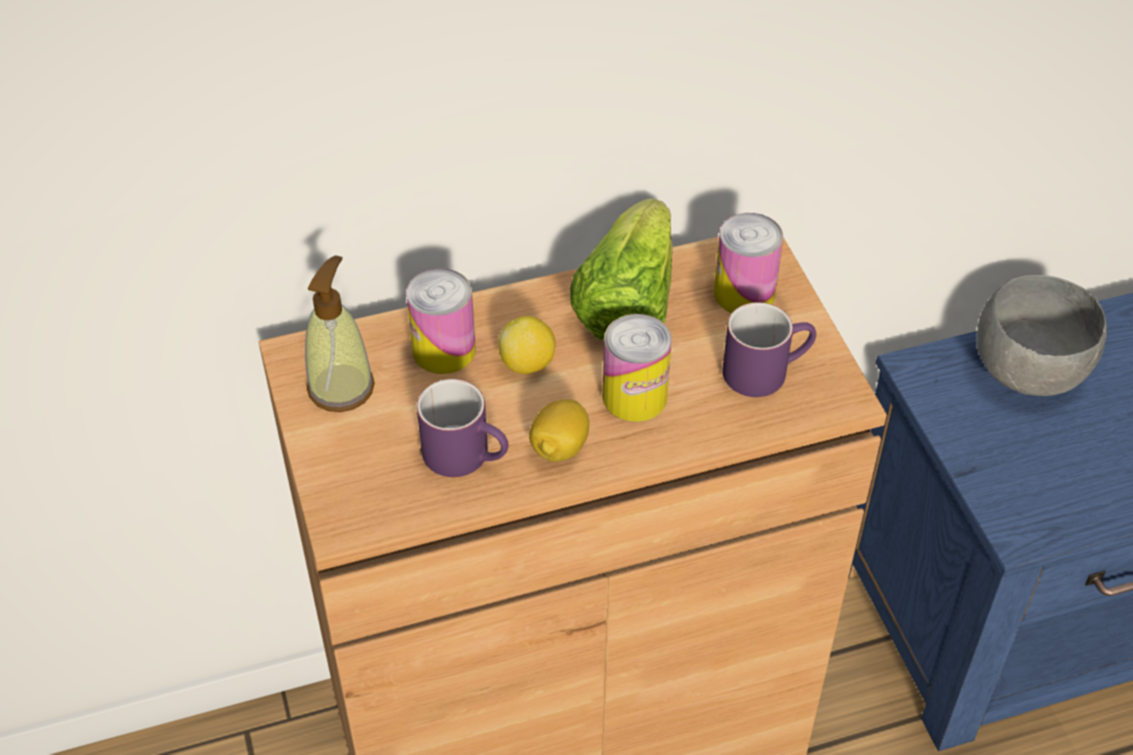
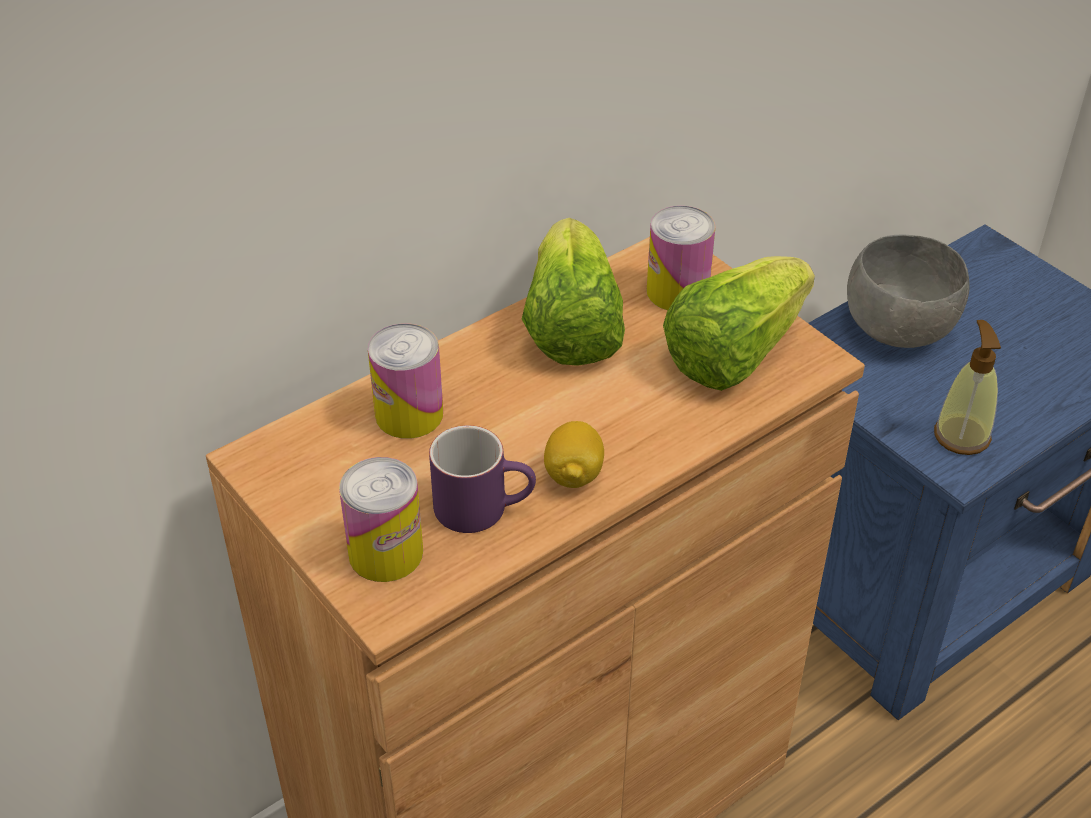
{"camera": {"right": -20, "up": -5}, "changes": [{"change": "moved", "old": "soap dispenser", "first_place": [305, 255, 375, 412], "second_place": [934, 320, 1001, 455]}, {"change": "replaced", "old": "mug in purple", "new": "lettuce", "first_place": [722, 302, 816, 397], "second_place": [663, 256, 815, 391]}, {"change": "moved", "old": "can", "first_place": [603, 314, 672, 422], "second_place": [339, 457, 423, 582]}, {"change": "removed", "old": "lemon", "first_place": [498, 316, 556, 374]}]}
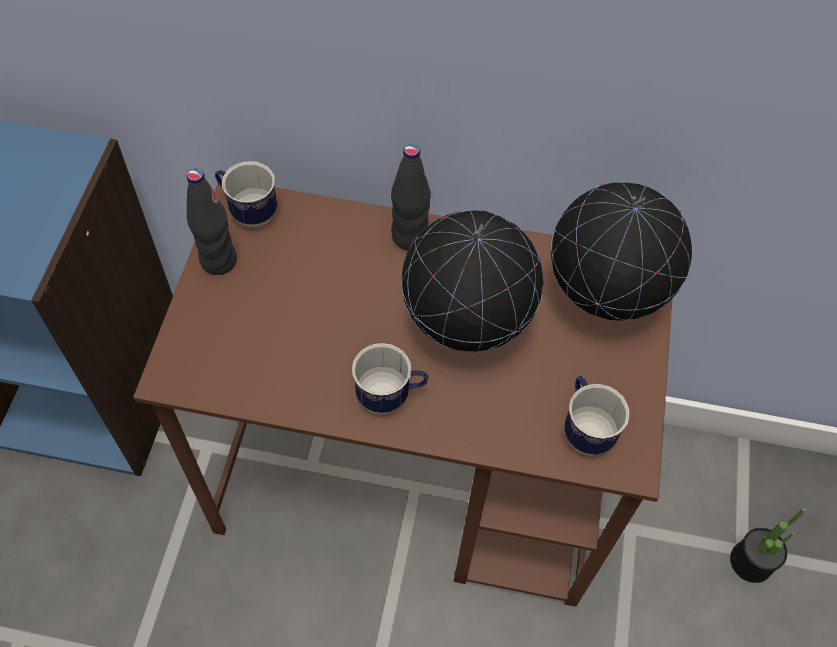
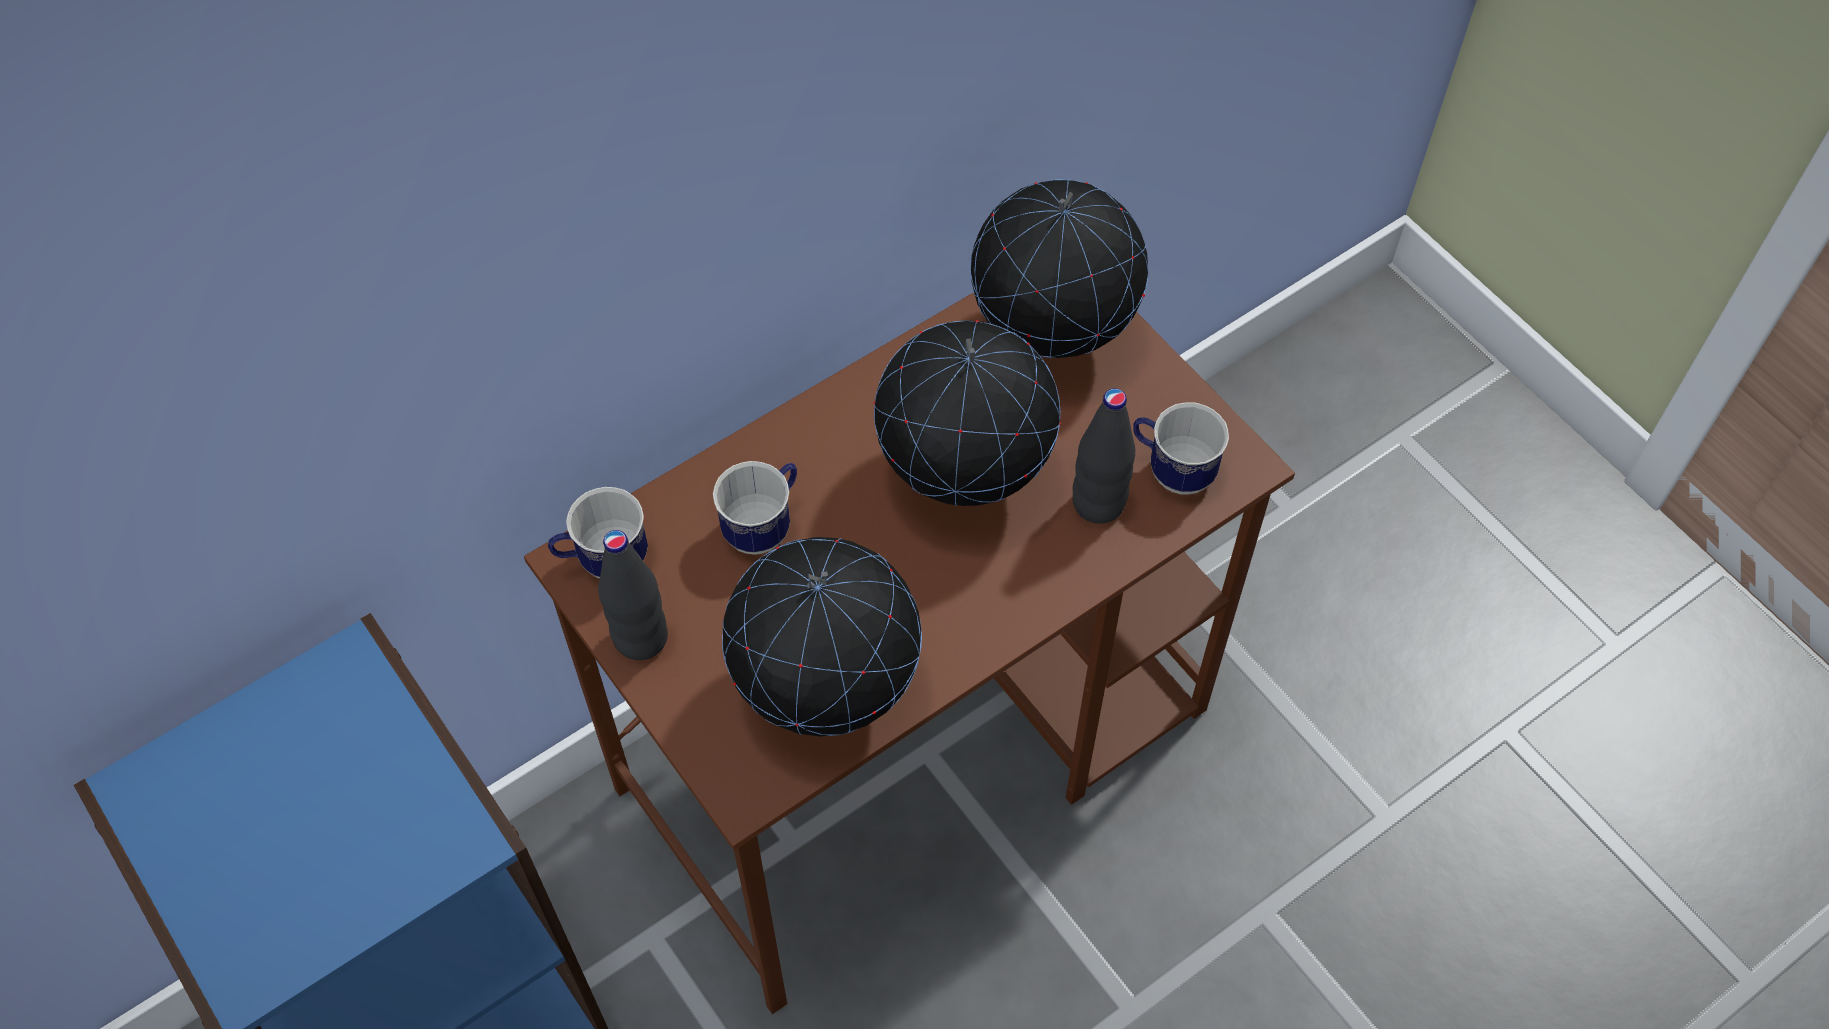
{"camera": {"right": -45, "up": 0}, "changes": [{"change": "moved", "old": "bottle in black", "first_place": [391, 144, 431, 250], "second_place": [1073, 388, 1135, 524]}, {"change": "moved", "old": "mug", "first_place": [352, 343, 429, 414], "second_place": [713, 461, 797, 555]}, {"change": "removed", "old": "potted plant", "first_place": [730, 508, 806, 583]}, {"change": "added", "new": "globe", "second_place": [722, 537, 922, 737]}]}
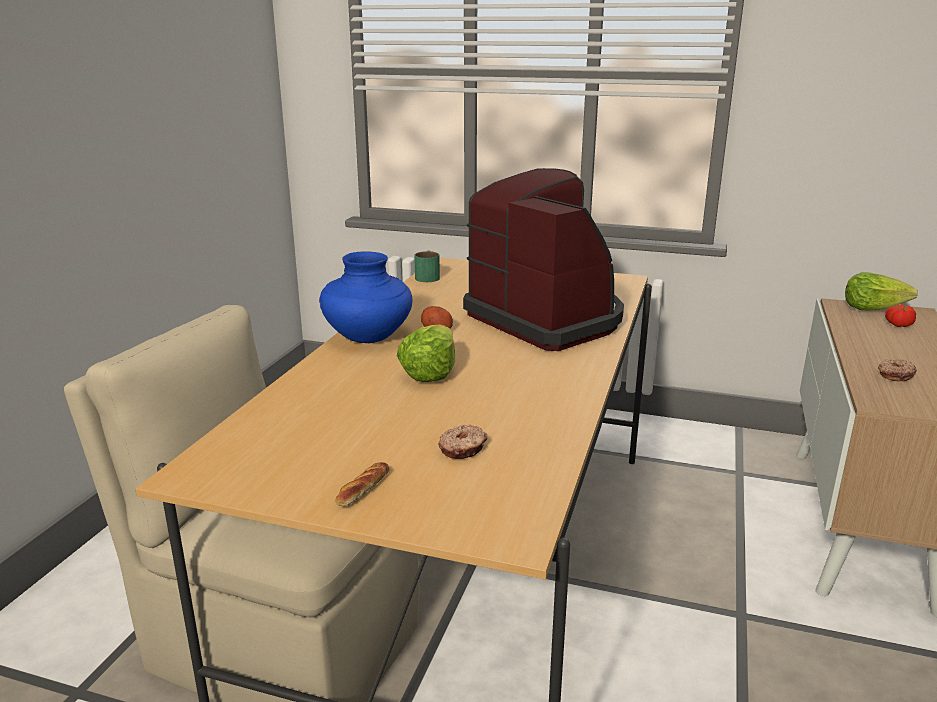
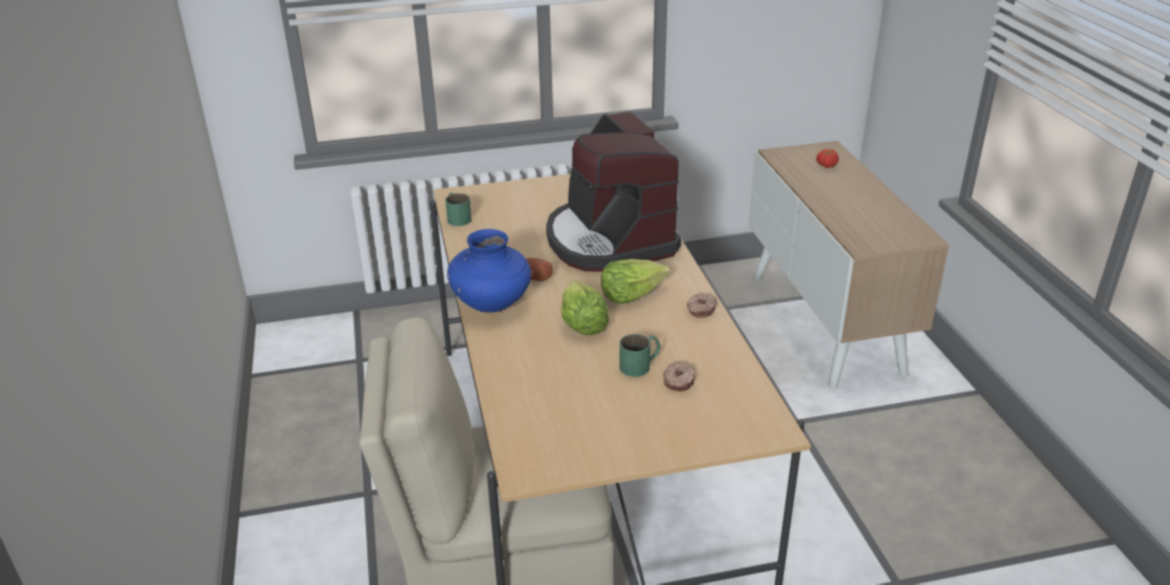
{"camera": {"right": -30, "up": 10}, "changes": [{"change": "turned", "old": "coffee machine", "first_place": [463, 168, 624, 351], "second_place": [546, 112, 681, 272], "degrees": -135}, {"change": "moved", "old": "lettuce", "first_place": [845, 272, 918, 310], "second_place": [601, 259, 670, 304]}, {"change": "moved", "old": "donut", "first_place": [878, 359, 917, 382], "second_place": [687, 293, 717, 318]}, {"change": "removed", "old": "bread", "first_place": [335, 462, 389, 506]}, {"change": "added", "new": "mug in green", "second_place": [620, 334, 660, 377]}]}
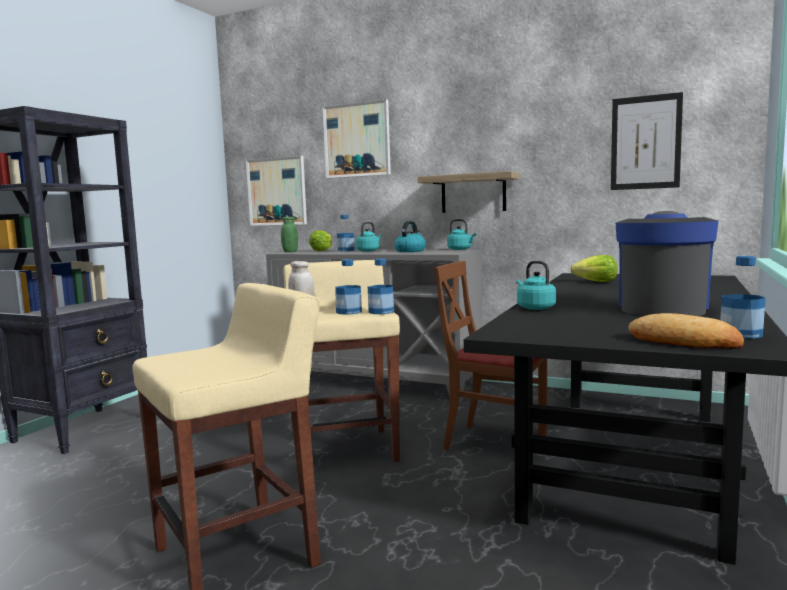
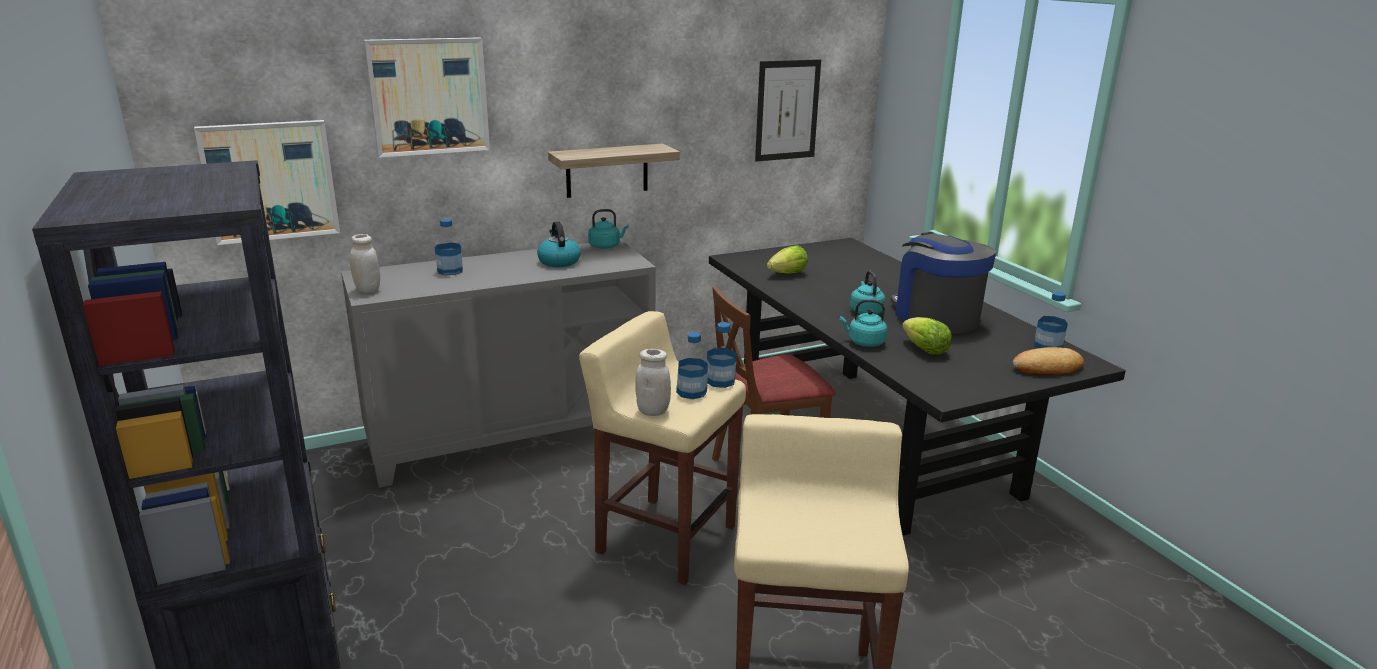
{"camera": {"right": -50, "up": 15}, "changes": [{"change": "recoloured", "old": "jar in green", "new": "jar in white", "first_place": [281, 217, 298, 252], "second_place": [350, 234, 380, 293]}, {"change": "moved", "old": "kettle in turquoise", "first_place": [356, 222, 382, 252], "second_place": [850, 271, 885, 314]}, {"change": "moved", "old": "lettuce", "first_place": [309, 230, 332, 251], "second_place": [902, 317, 952, 355]}]}
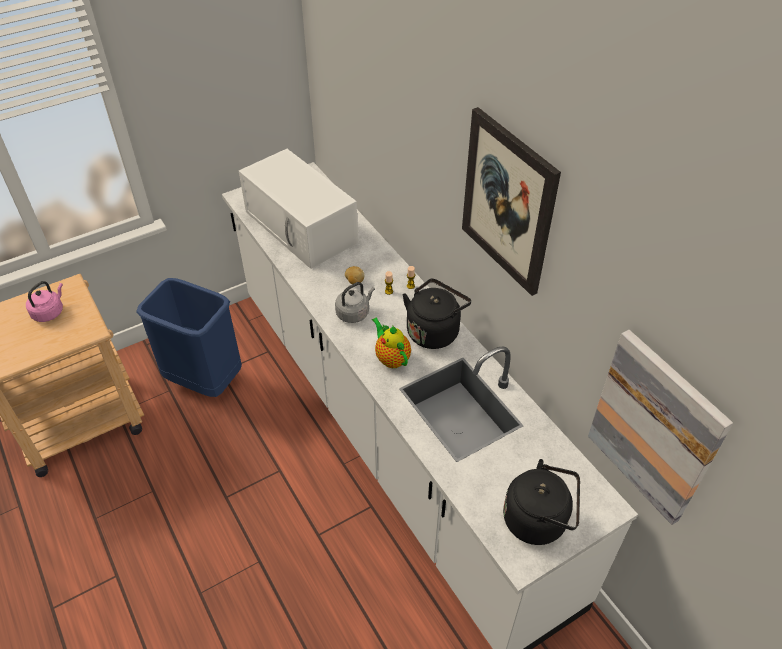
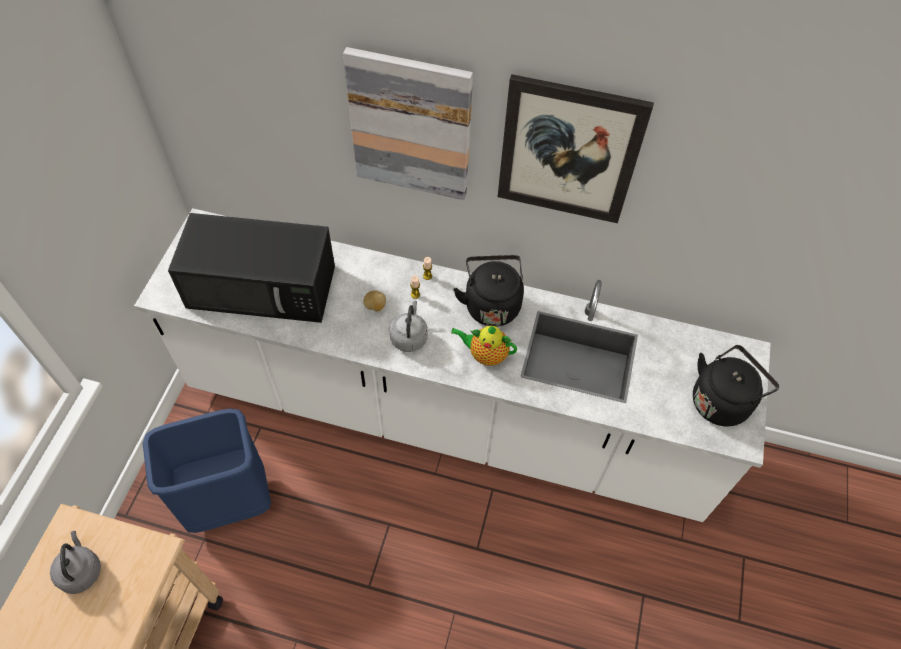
{"camera": {"right": -45, "up": 10}, "changes": [{"change": "recoloured", "old": "microwave in white", "new": "microwave in black", "first_place": [239, 149, 358, 269], "second_place": [168, 213, 335, 323]}, {"change": "recoloured", "old": "kettle in pink", "new": "kettle in grey", "first_place": [26, 281, 63, 322], "second_place": [50, 531, 101, 594]}, {"change": "moved", "old": "picture", "first_place": [588, 330, 733, 525], "second_place": [343, 47, 473, 200]}]}
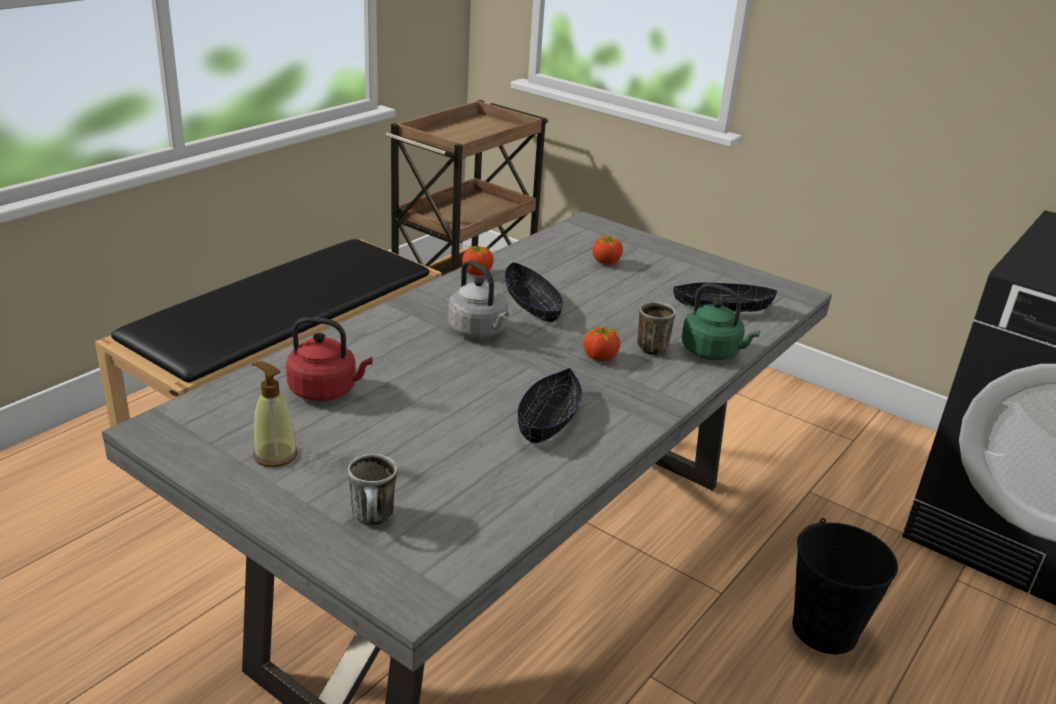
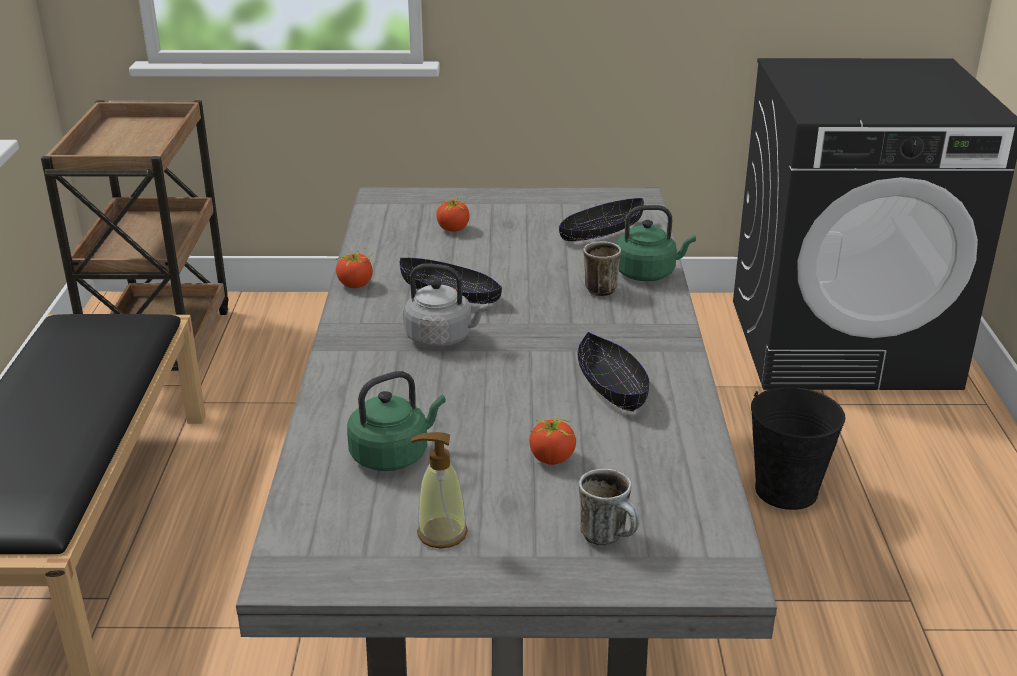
{"camera": {"right": -35, "up": 0}, "changes": [{"change": "recoloured", "old": "kettle in red", "new": "kettle in green", "first_place": [286, 317, 373, 401], "second_place": [347, 371, 446, 471]}, {"change": "moved", "old": "tomato", "first_place": [583, 325, 621, 361], "second_place": [529, 414, 576, 465]}]}
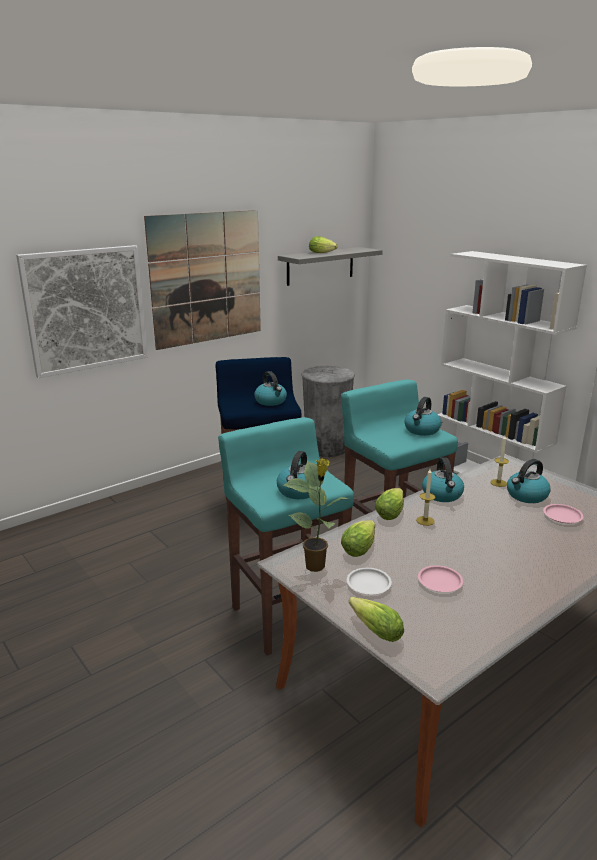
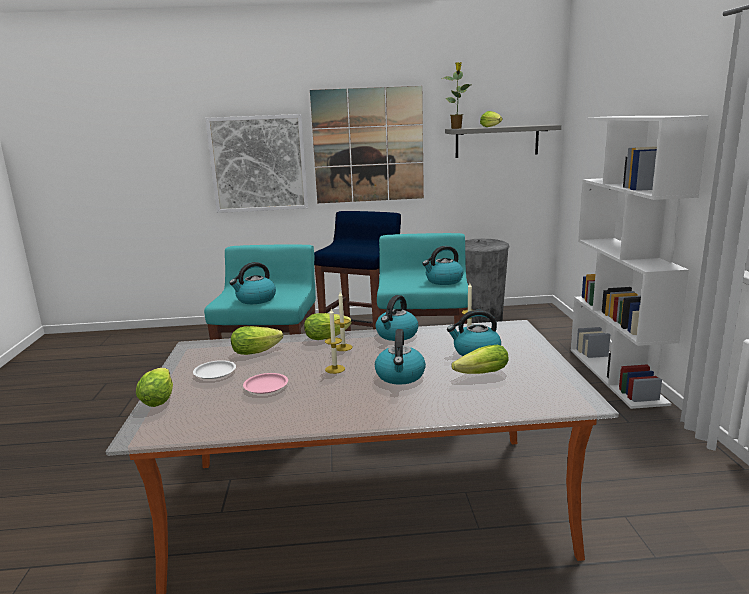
{"camera": {"right": 35, "up": -5}, "changes": [{"change": "moved", "old": "kettle", "first_place": [254, 371, 287, 406], "second_place": [375, 329, 426, 385]}, {"change": "moved", "old": "potted plant", "first_place": [283, 458, 347, 572], "second_place": [442, 62, 471, 129]}, {"change": "replaced", "old": "plate in pink", "new": "lettuce", "first_place": [543, 504, 584, 523], "second_place": [451, 345, 508, 374]}, {"change": "added", "new": "candle", "second_place": [325, 309, 345, 374]}]}
